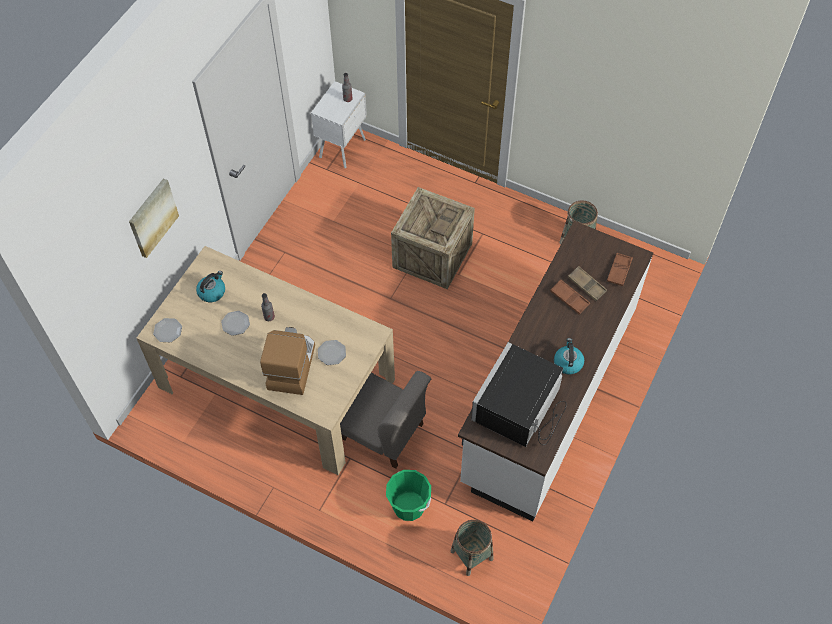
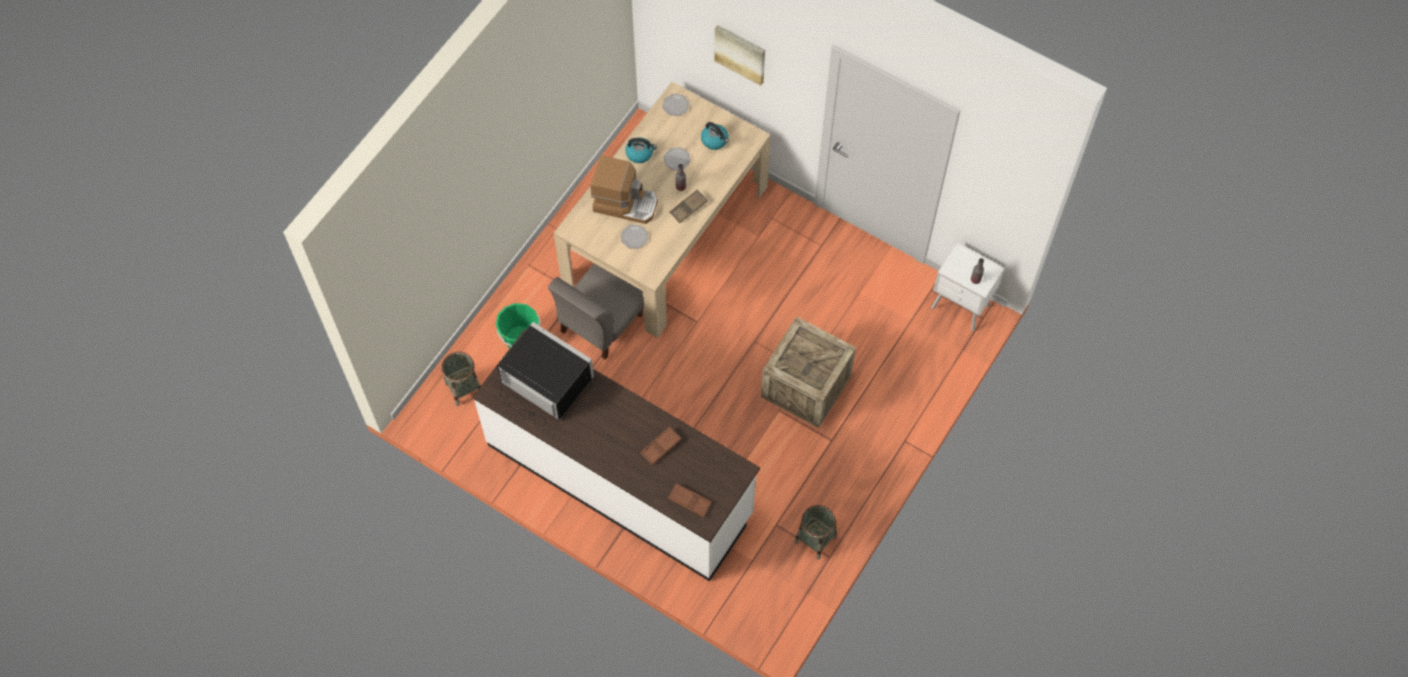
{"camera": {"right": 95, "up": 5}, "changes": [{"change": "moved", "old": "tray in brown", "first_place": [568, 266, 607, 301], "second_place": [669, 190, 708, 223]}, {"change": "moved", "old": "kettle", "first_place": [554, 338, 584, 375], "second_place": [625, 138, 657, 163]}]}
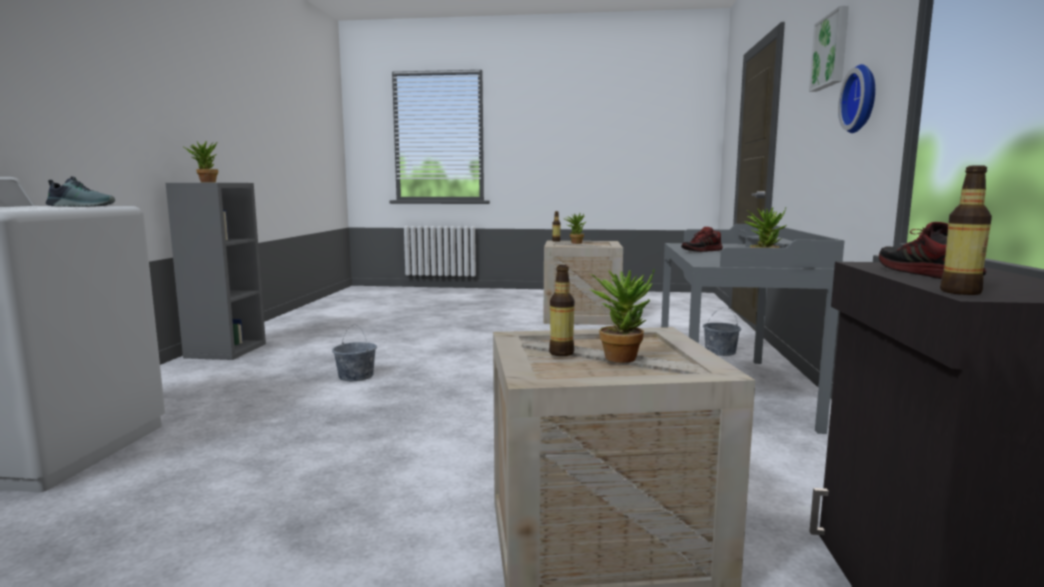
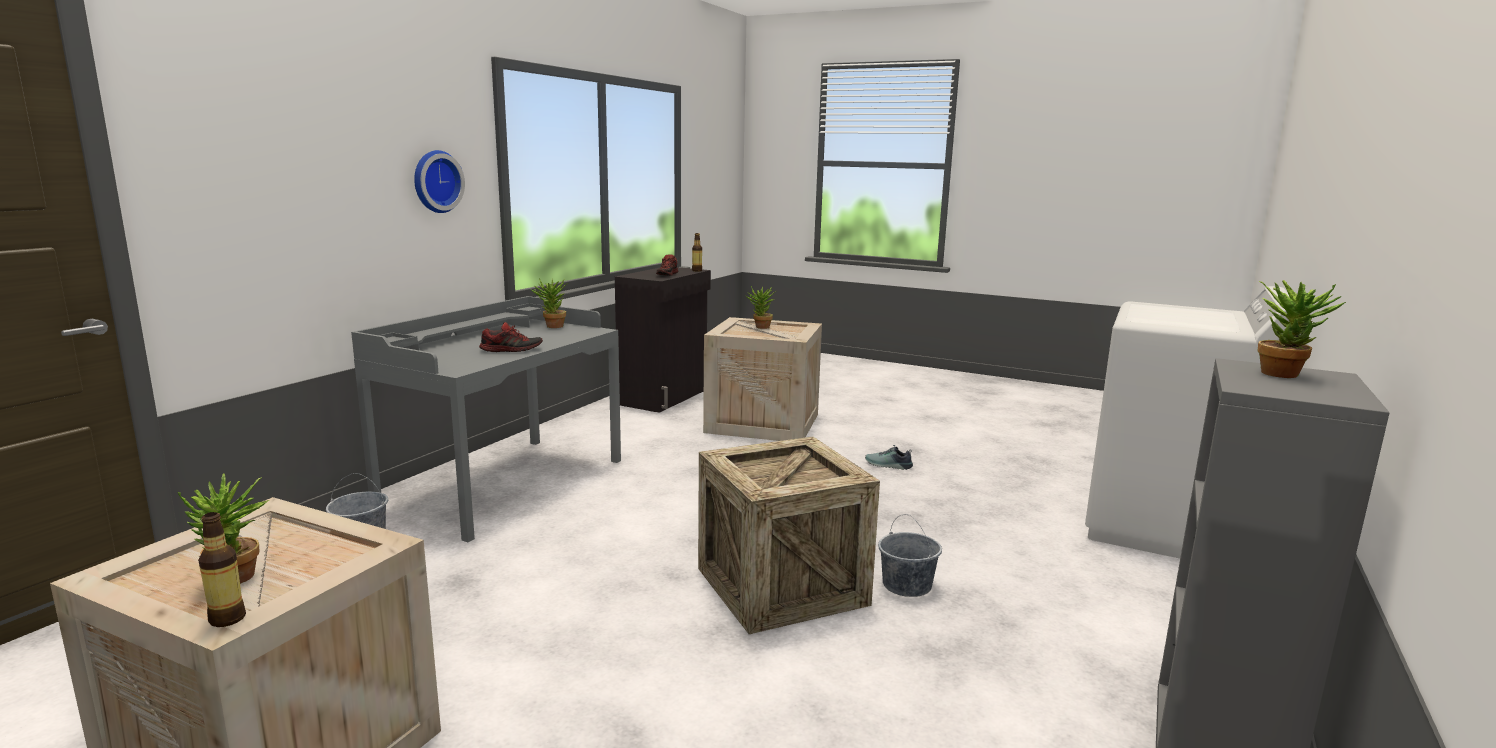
{"camera": {"right": -160, "up": 5}, "changes": [{"change": "removed", "old": "picture", "first_place": [809, 6, 849, 92]}, {"change": "moved", "old": "shoe", "first_place": [46, 176, 115, 207], "second_place": [865, 445, 913, 470]}, {"change": "removed", "old": "bottle", "first_place": [549, 265, 575, 356]}, {"change": "added", "new": "crate", "second_place": [698, 437, 880, 634]}]}
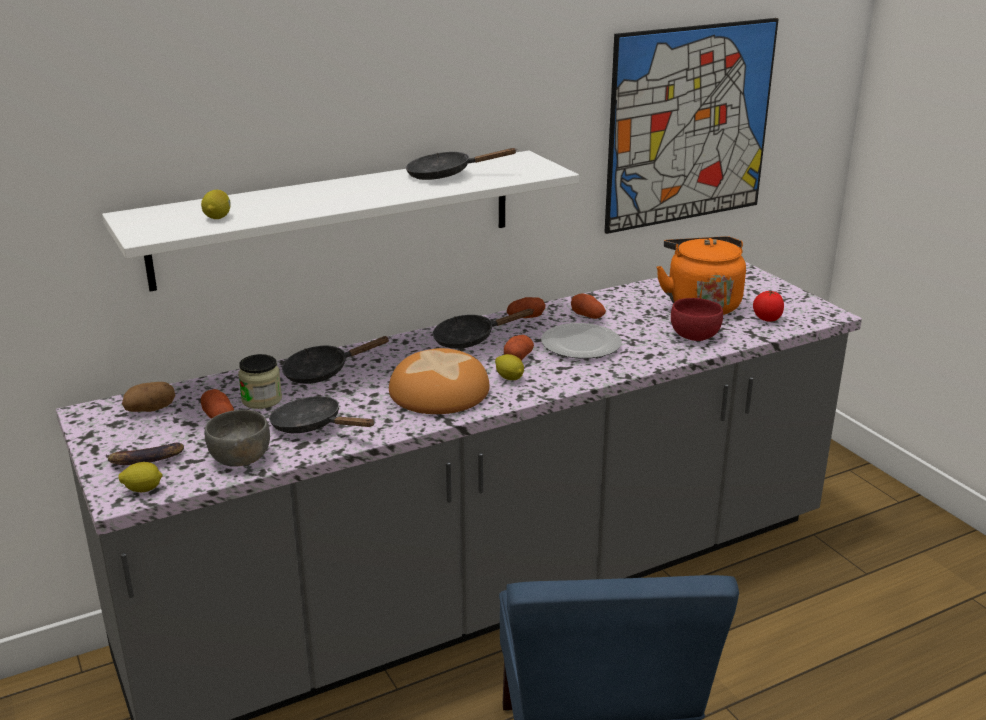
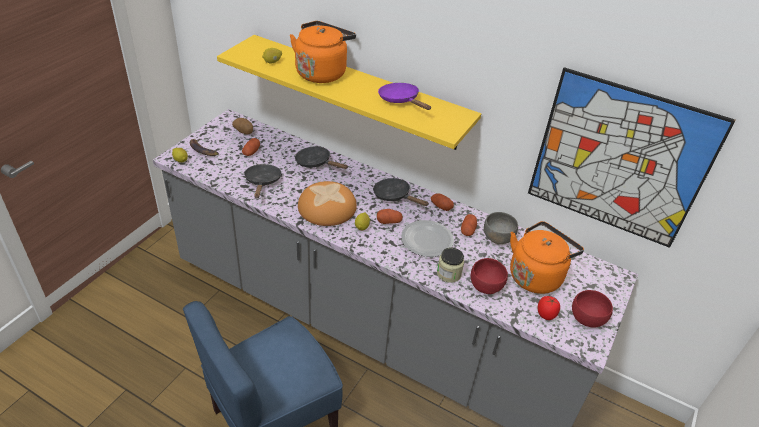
{"camera": {"right": 55, "up": 15}, "changes": [{"change": "recoloured", "old": "frying pan in black", "new": "frying pan in purple", "first_place": [405, 148, 518, 180], "second_place": [378, 83, 431, 110]}, {"change": "recoloured", "old": "shelf in white", "new": "shelf in yellow", "first_place": [102, 151, 579, 291], "second_place": [217, 35, 481, 150]}, {"change": "moved", "old": "jar", "first_place": [238, 354, 282, 409], "second_place": [437, 247, 464, 283]}, {"change": "moved", "old": "bowl in grey", "first_place": [205, 410, 270, 467], "second_place": [484, 212, 518, 244]}, {"change": "added", "new": "kettle in orange", "second_place": [290, 21, 356, 83]}, {"change": "added", "new": "bowl in red", "second_place": [572, 290, 613, 327]}]}
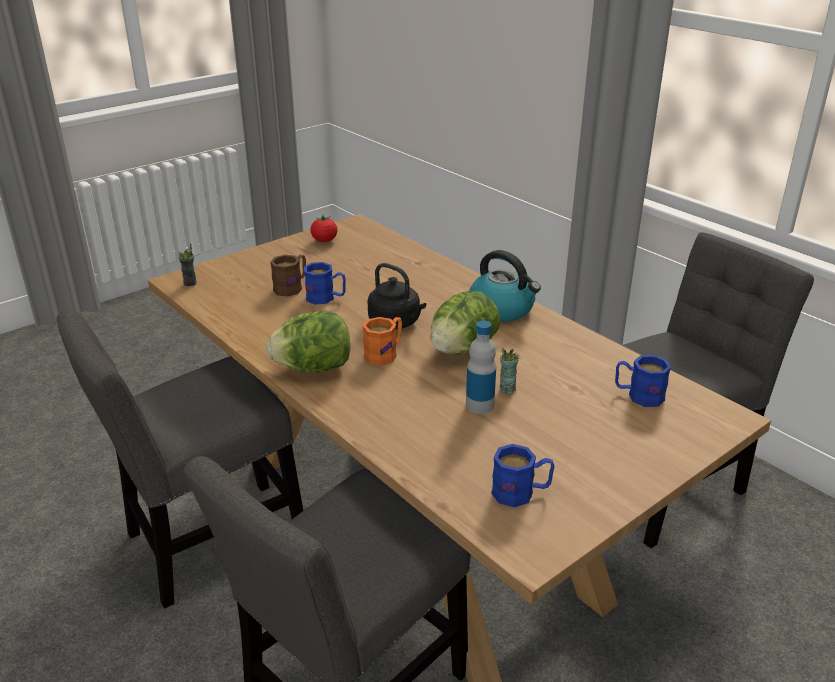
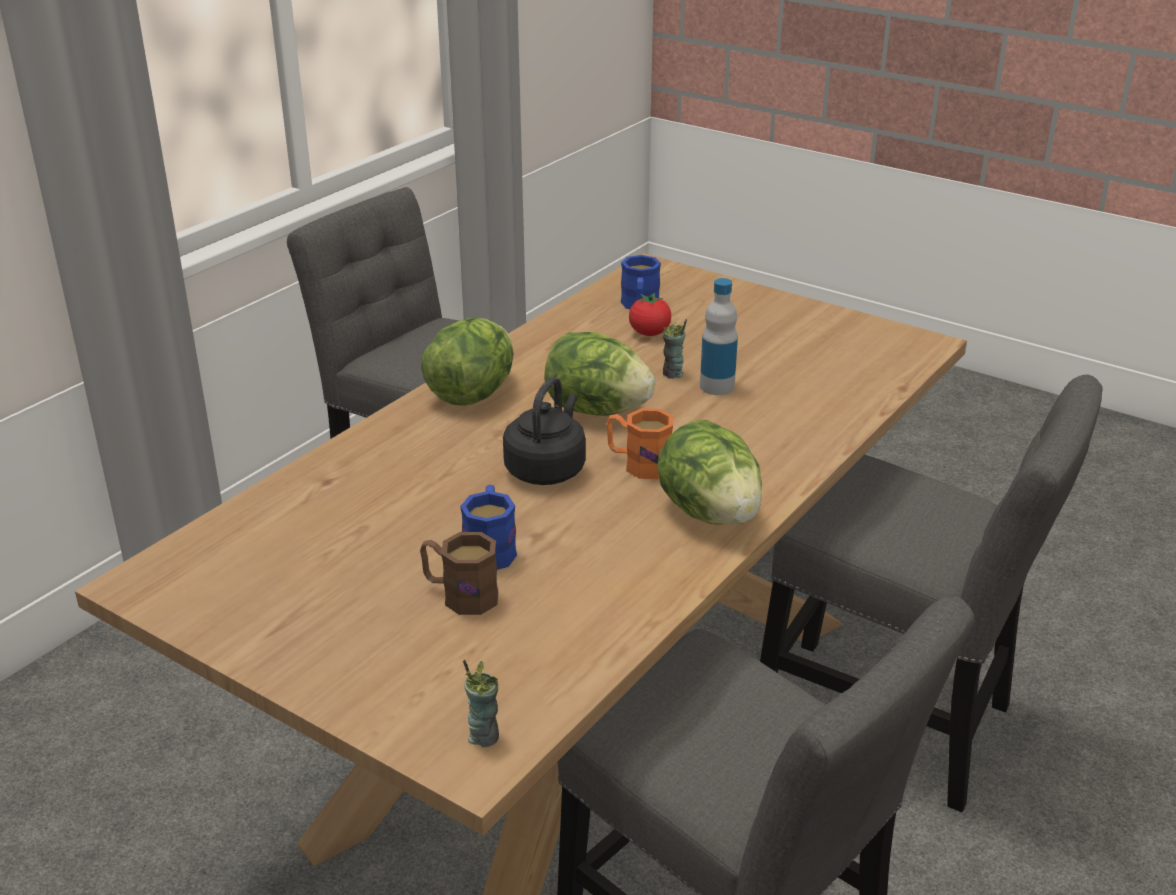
{"camera": {"right": -105, "up": 0}, "changes": [{"change": "moved", "old": "tomato", "first_place": [310, 215, 338, 242], "second_place": [629, 293, 671, 336]}, {"change": "replaced", "old": "kettle", "new": "lettuce", "first_place": [469, 250, 541, 322], "second_place": [421, 318, 514, 406]}, {"change": "removed", "old": "mug in blue", "first_place": [491, 444, 555, 507]}]}
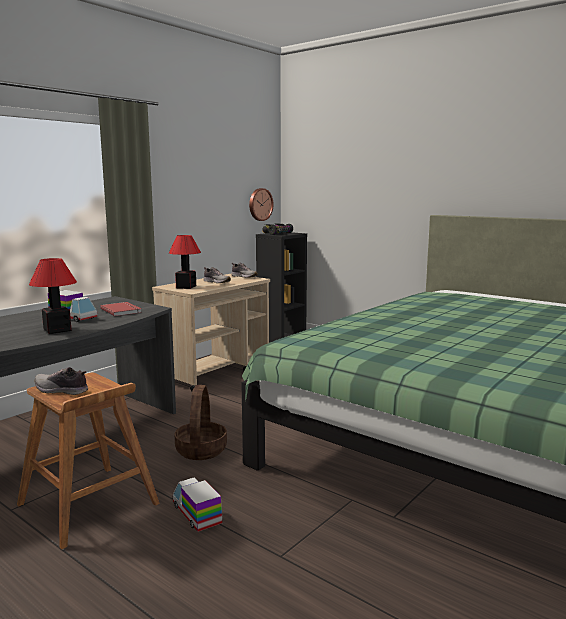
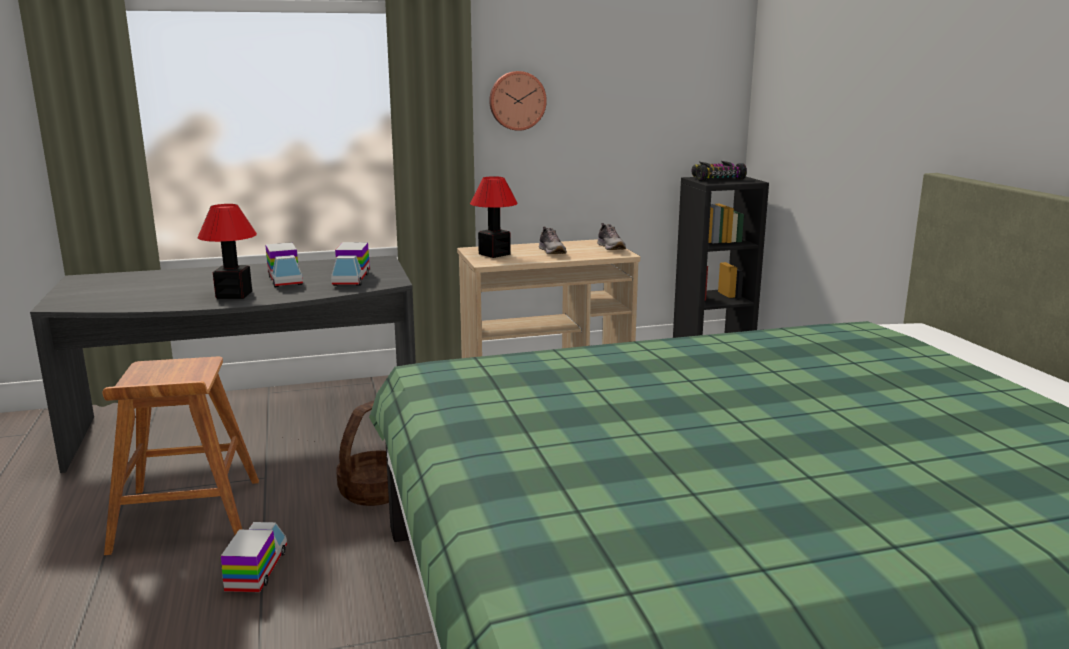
{"camera": {"right": 35, "up": 5}, "changes": [{"change": "moved", "old": "wall clock", "first_place": [249, 188, 274, 221], "second_place": [489, 71, 547, 131]}, {"change": "replaced", "old": "book in red", "new": "toy truck", "first_place": [100, 302, 142, 316], "second_place": [331, 242, 370, 286]}, {"change": "removed", "old": "shoe", "first_place": [35, 367, 88, 395]}]}
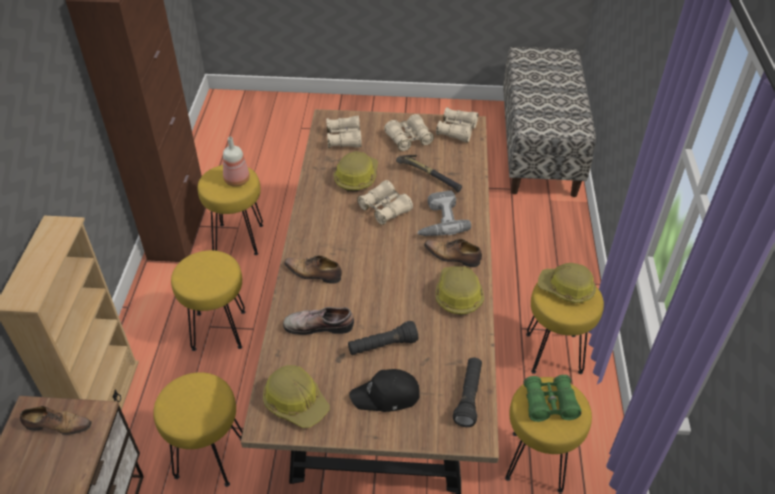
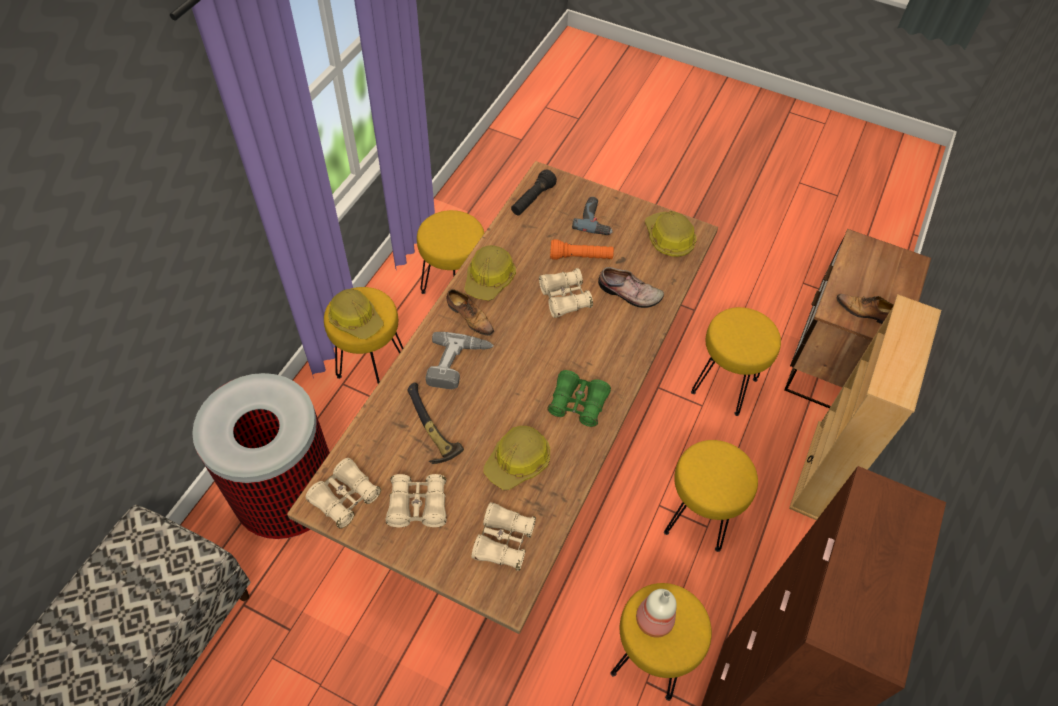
{"camera": {"right": -160, "up": 10}, "changes": [{"change": "moved", "old": "binoculars in beige", "first_place": [357, 180, 413, 225], "second_place": [539, 268, 593, 318]}, {"change": "removed", "old": "shoe", "first_place": [284, 255, 342, 284]}, {"change": "recoloured", "old": "flashlight in black", "new": "flashlight in orange", "first_place": [348, 321, 418, 355], "second_place": [550, 239, 614, 260]}, {"change": "replaced", "old": "cap in black", "new": "power drill", "first_place": [349, 369, 420, 412], "second_place": [572, 197, 613, 235]}, {"change": "moved", "old": "binoculars in green", "first_place": [523, 375, 581, 422], "second_place": [547, 370, 611, 427]}, {"change": "added", "new": "trash can", "second_place": [192, 373, 330, 539]}]}
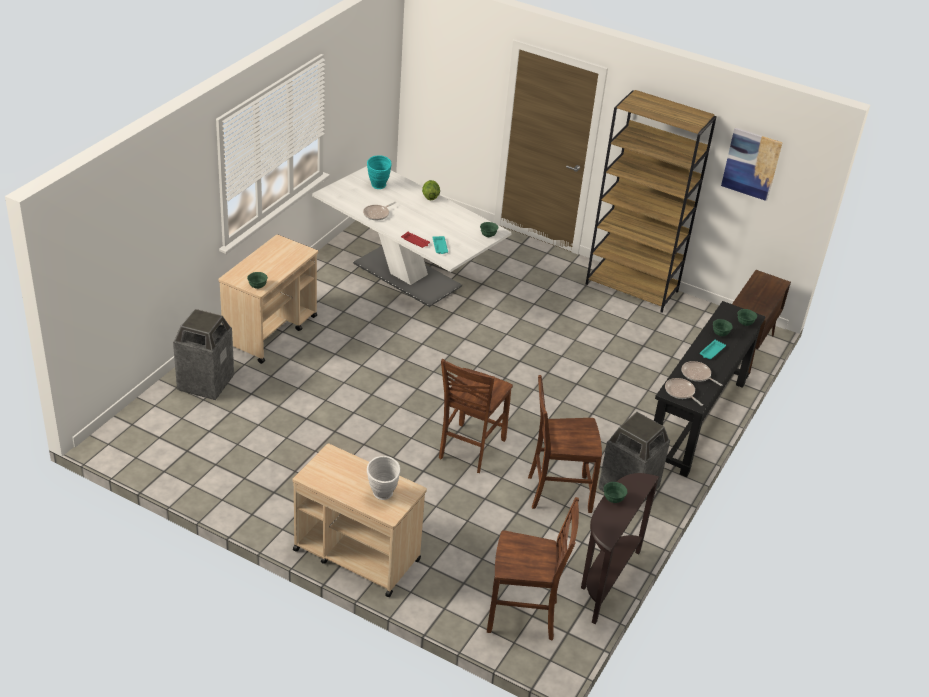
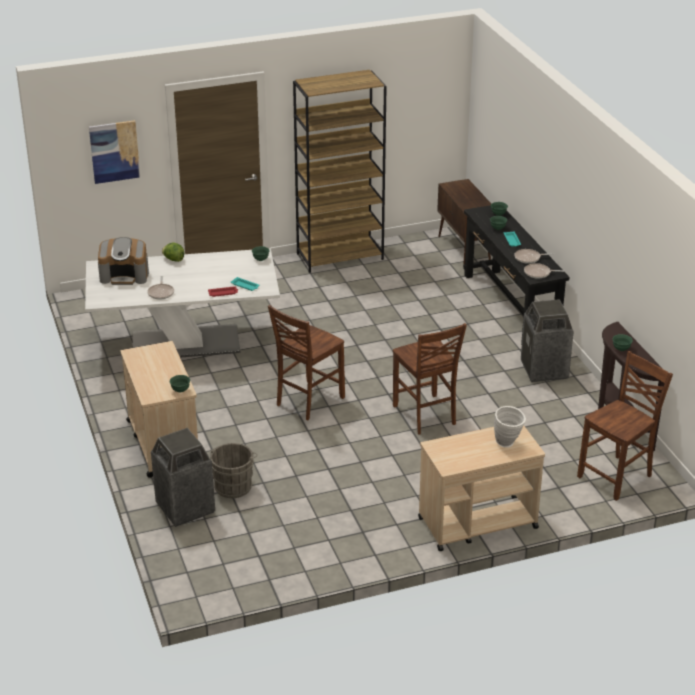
{"camera": {"right": -45, "up": -5}, "changes": [{"change": "moved", "old": "picture", "first_place": [721, 128, 783, 201], "second_place": [89, 120, 140, 184]}, {"change": "replaced", "old": "vase in turquoise", "new": "coffee machine", "first_place": [367, 155, 392, 189], "second_place": [98, 237, 149, 285]}, {"change": "moved", "old": "chair in brown", "first_place": [528, 375, 602, 513], "second_place": [268, 305, 345, 420]}, {"change": "added", "new": "bucket in grey", "second_place": [210, 443, 258, 498]}]}
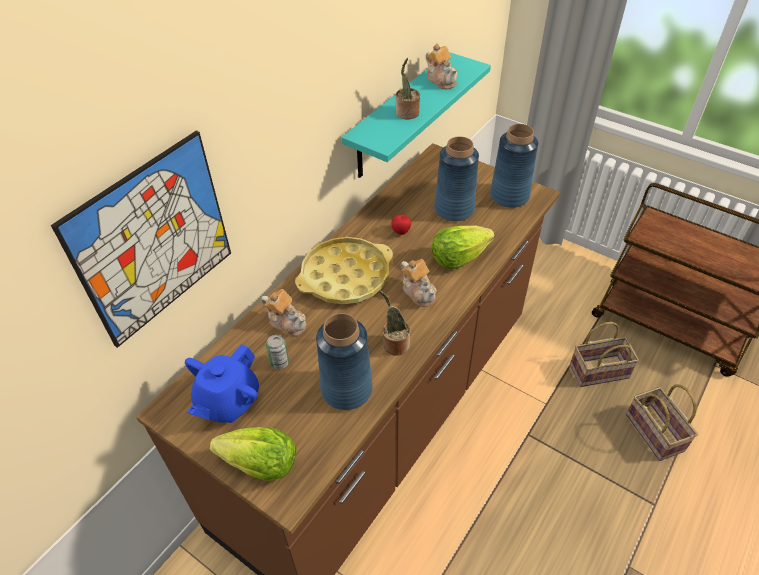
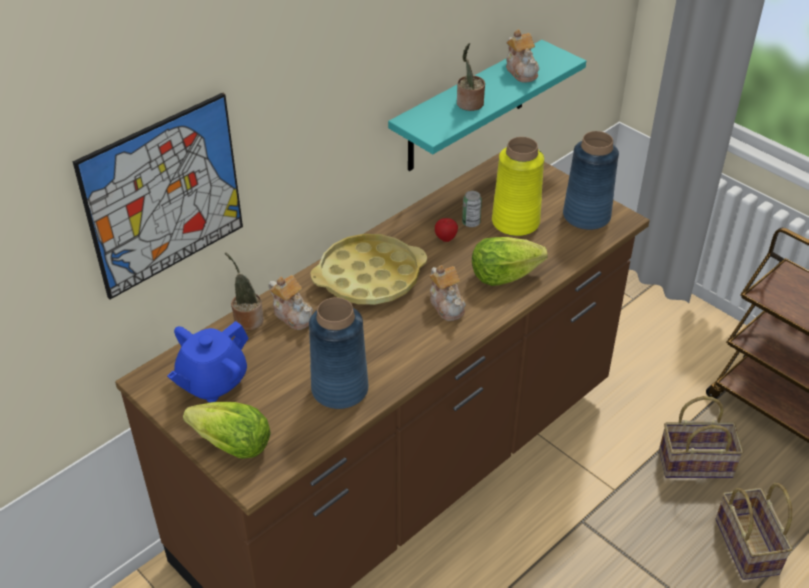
{"camera": {"right": 10, "up": -5}, "changes": [{"change": "recoloured", "old": "vase in blue", "new": "vase in yellow", "first_place": [434, 136, 479, 222], "second_place": [492, 137, 544, 236]}, {"change": "moved", "old": "potted plant", "first_place": [379, 290, 410, 355], "second_place": [225, 252, 264, 331]}, {"change": "moved", "old": "can", "first_place": [266, 335, 289, 370], "second_place": [462, 191, 482, 227]}]}
